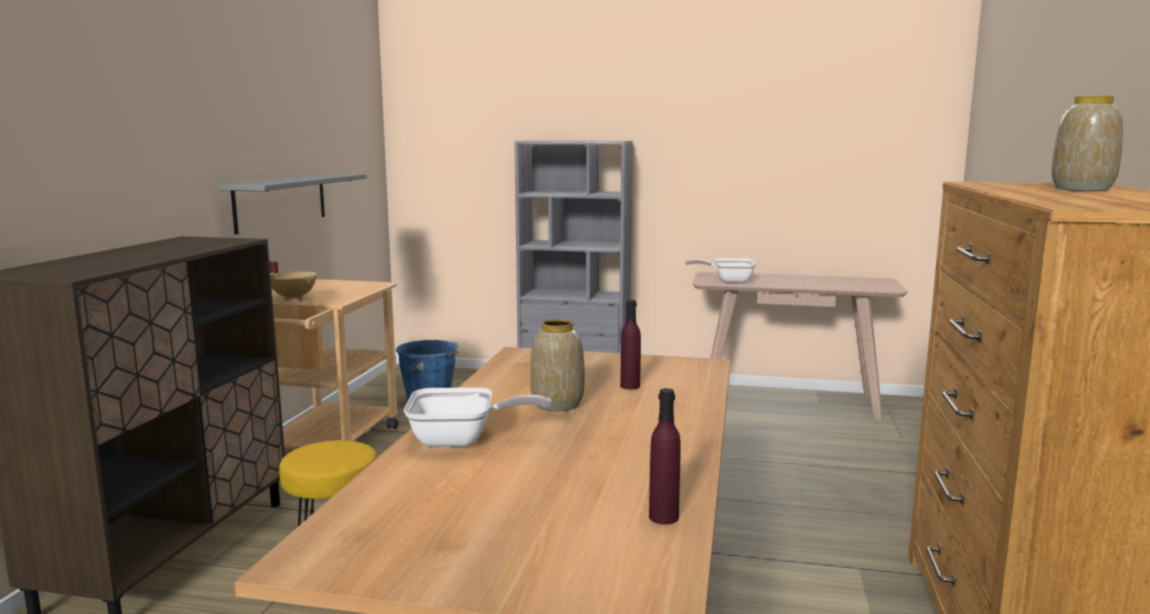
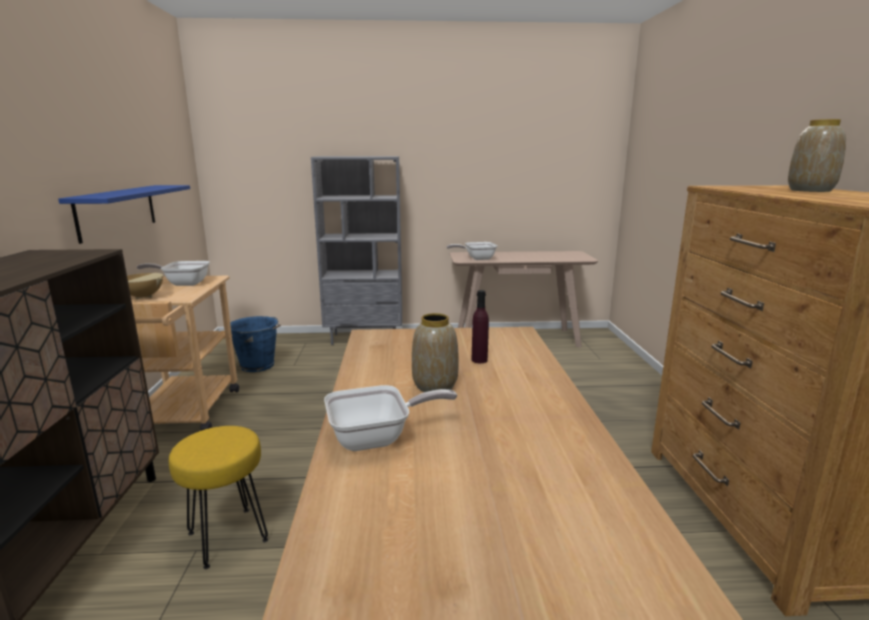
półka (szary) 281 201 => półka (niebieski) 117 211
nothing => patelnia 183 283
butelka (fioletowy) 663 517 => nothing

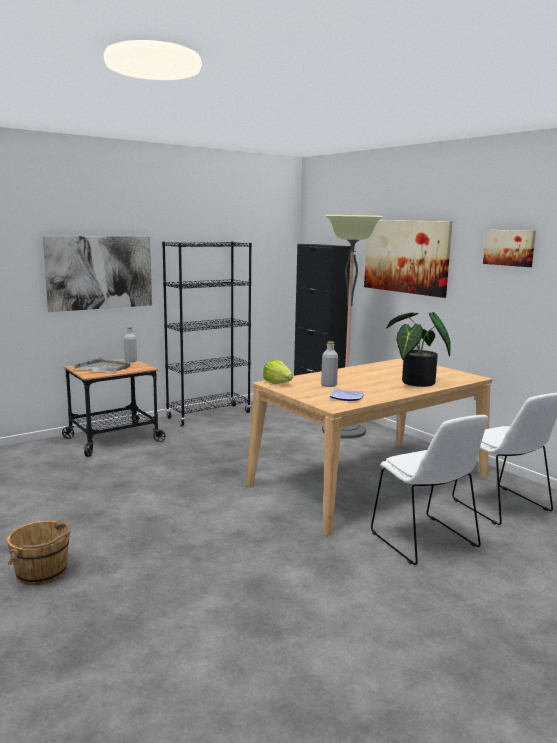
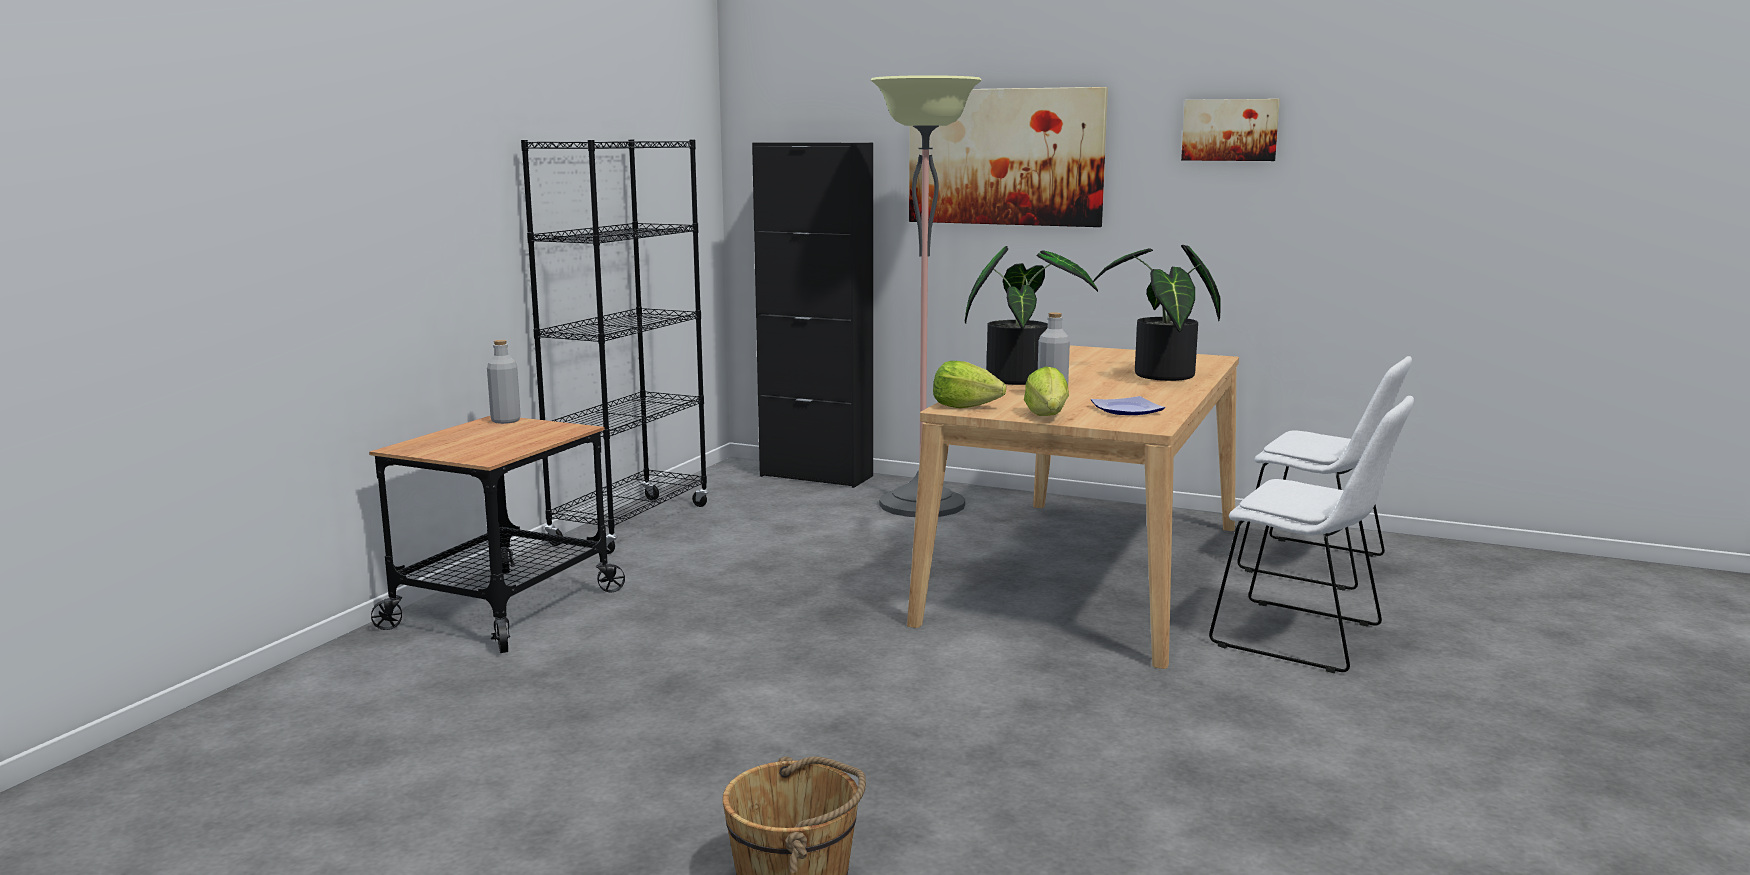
nothing => roślina doniczkowa 1021 378
nothing => sałata 1047 416
obraz 100 272 => nothing
taca (szary) 103 368 => nothing

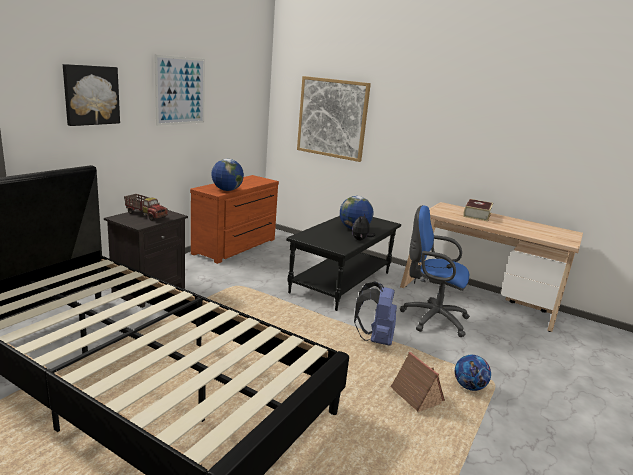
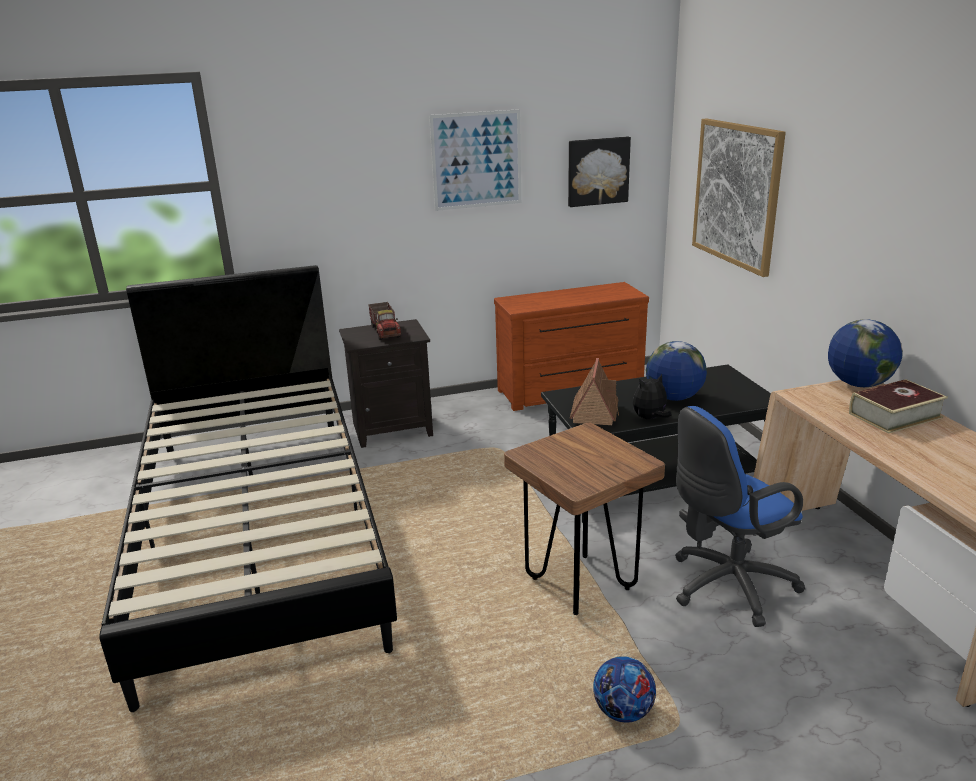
plecak (niebieski) 375 339 => stołek (brązowy) 580 584
obraz 91 95 => obraz 597 171, move
domek 414 395 => domek 594 412, move
krzesło biurowe (niebieski) 430 318 => krzesło biurowe (niebieski) 725 587, 90 degrees counterclockwise
globus 227 190 => globus 858 384, move

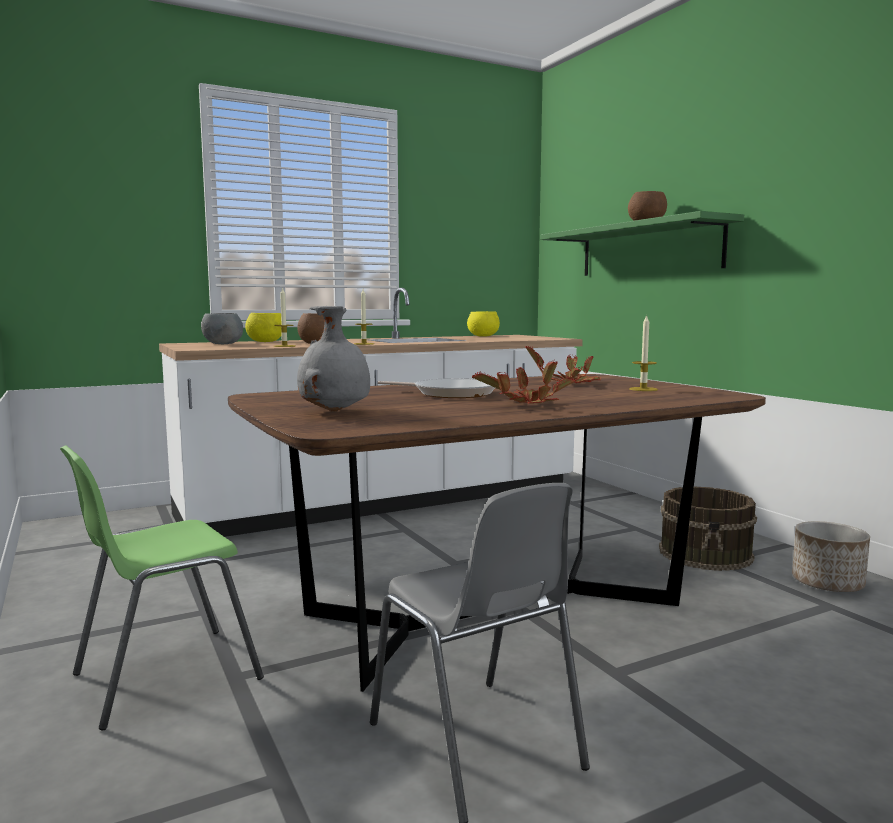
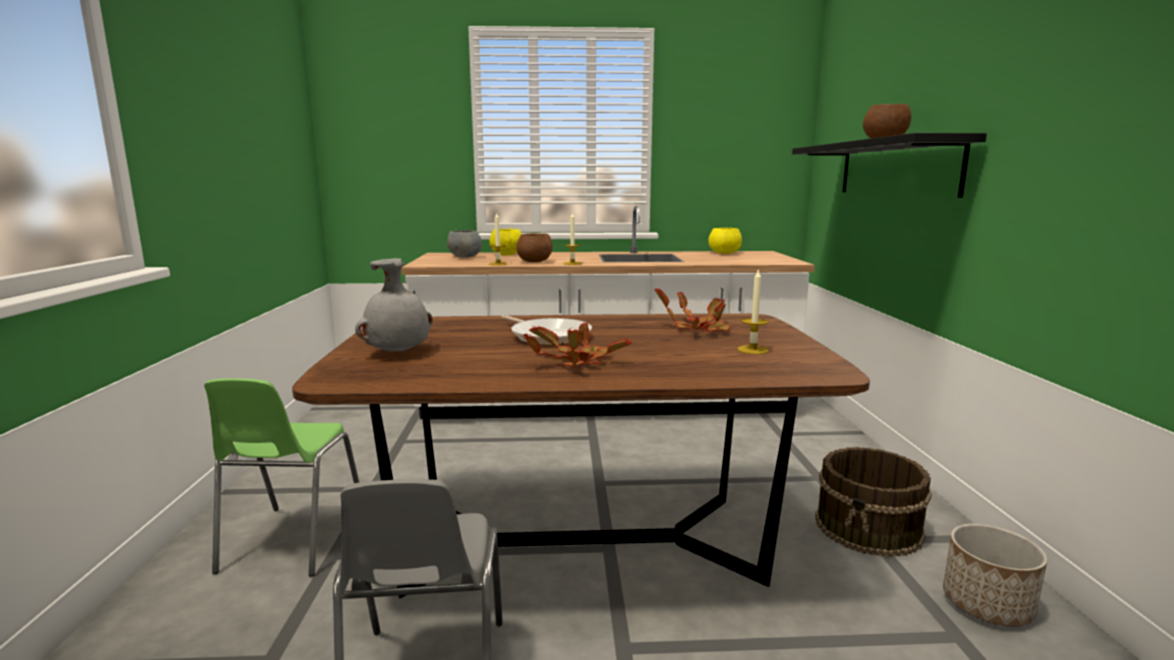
krzesło (zielony) 164 676 => krzesło (zielony) 292 541, 75 degrees counterclockwise
półka (zielony) 648 249 => półka (czarny) 896 168

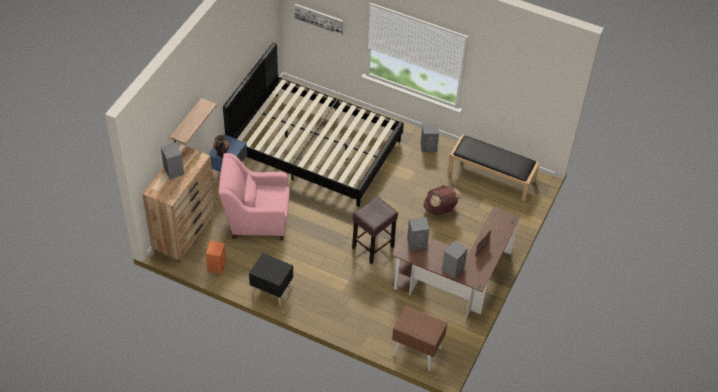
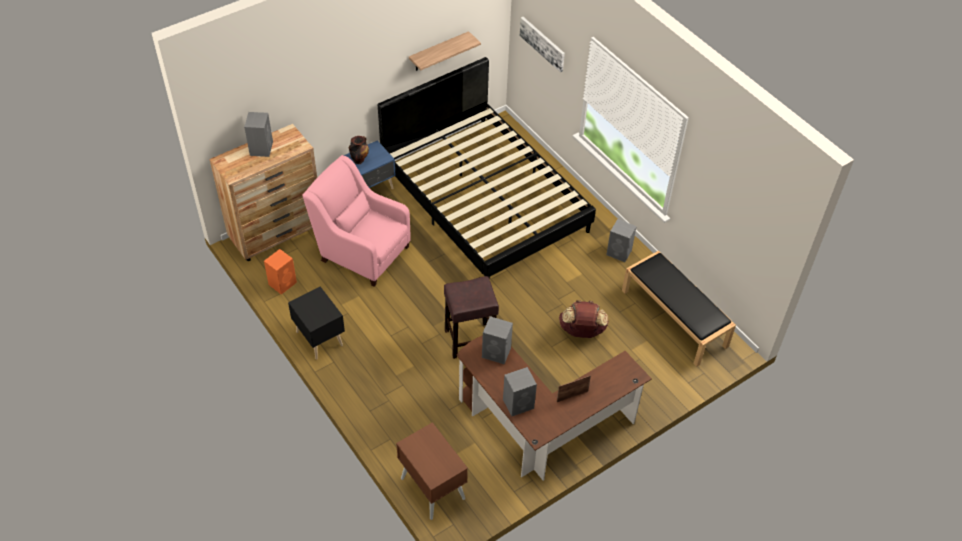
półka 186 123 => półka 439 52, move

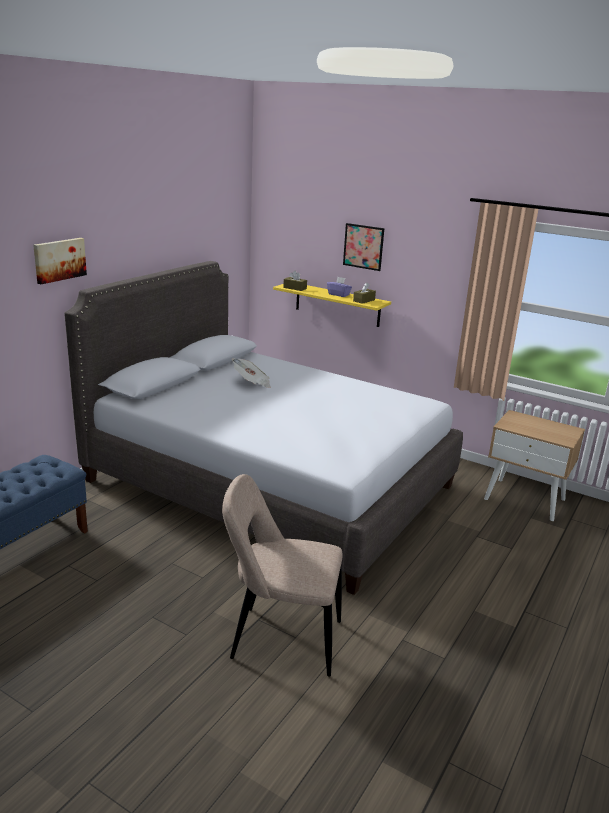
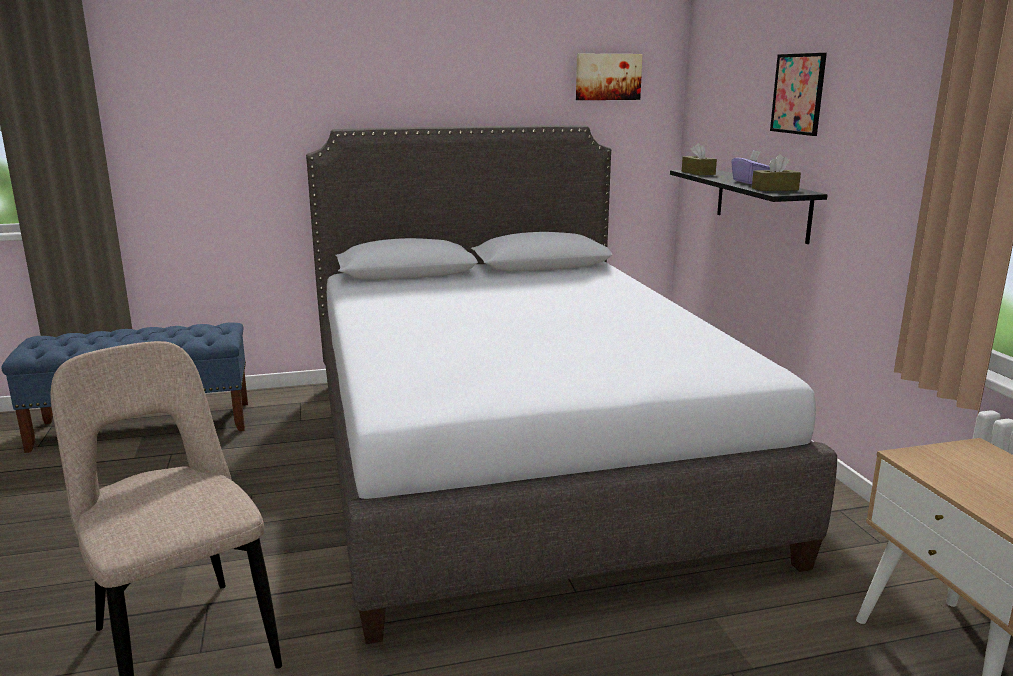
obraz 59 260 => obraz 607 77, move
półka (żółty) 337 304 => półka (czarny) 761 204
gazeta 252 383 => nothing

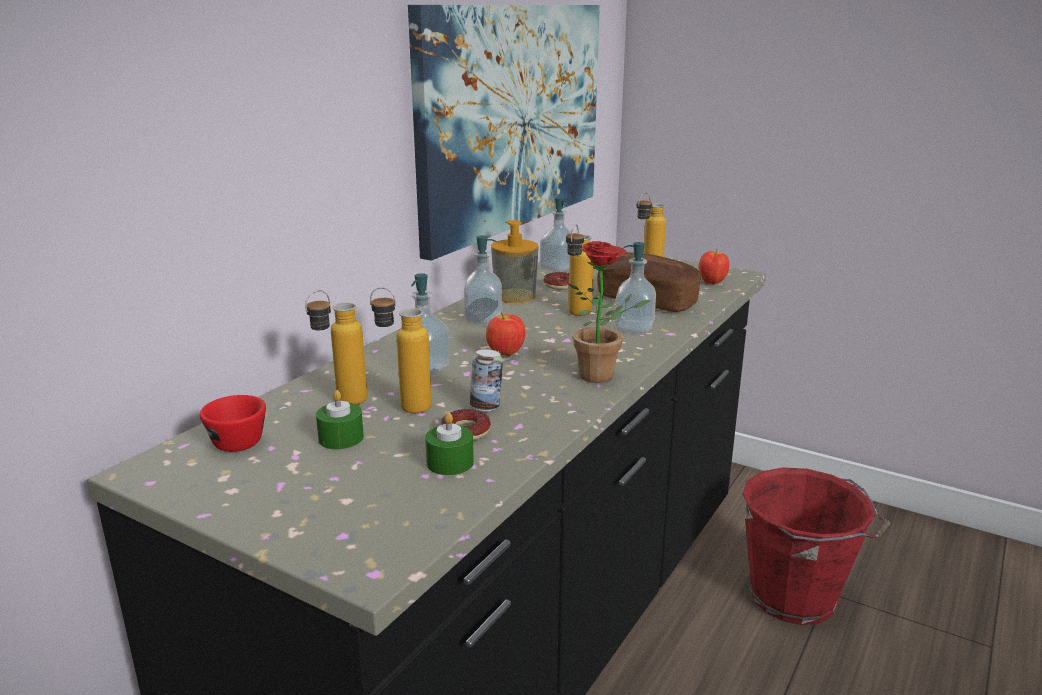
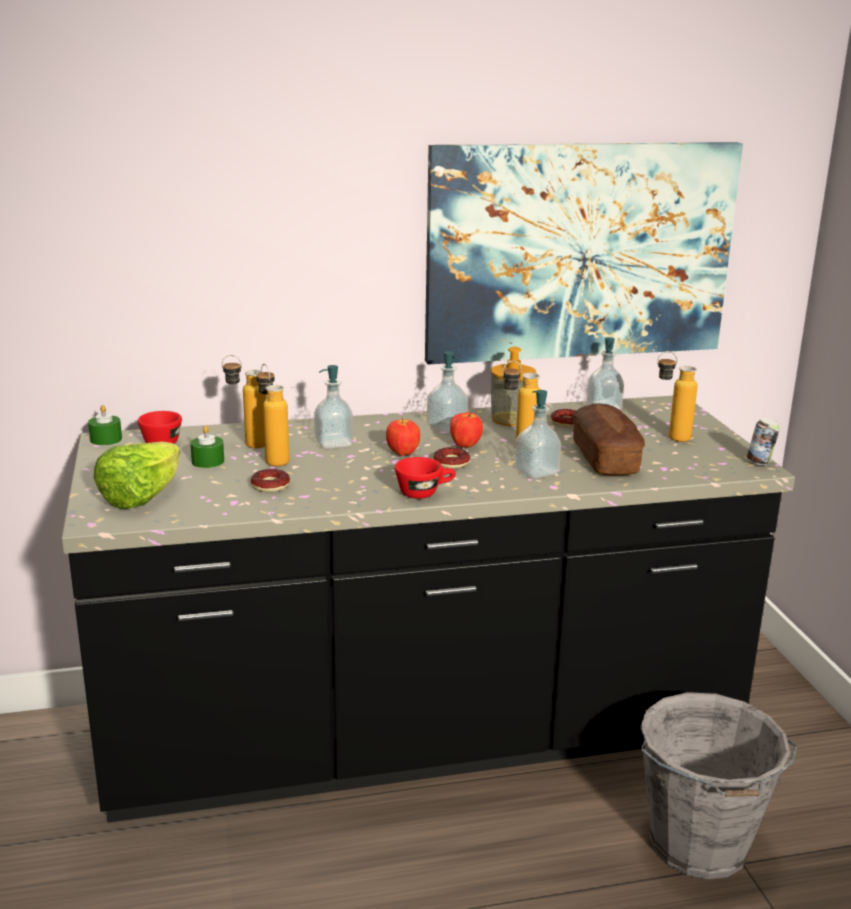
świeca (zielony) 450 463 => świeca (zielony) 106 439, move
nothing => sałata 141 497
roślina doniczkowa 604 377 => filiżanka (czerwony) 425 492
nothing => donut 451 463
jabłko 711 283 => jabłko 465 446, move
wiadro (czerwony) 796 599 => wiadro (szary) 699 847
puszka 486 407 => puszka 760 462, move

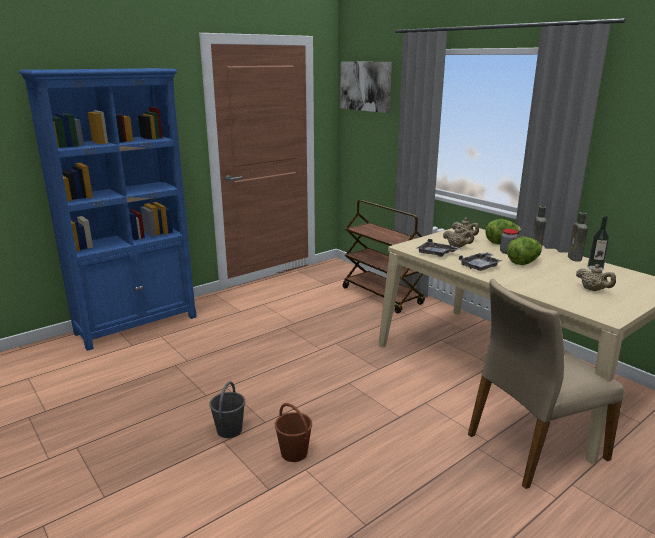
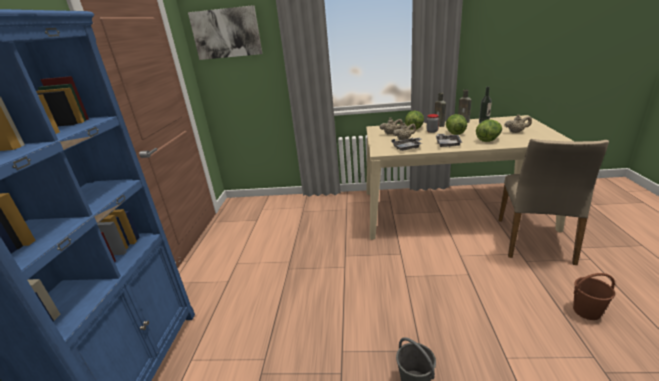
nothing => sałata 488 139
wiadro (brązowy) 294 453 => wiadro (brązowy) 586 311, move
wózek (brązowy) 382 296 => nothing

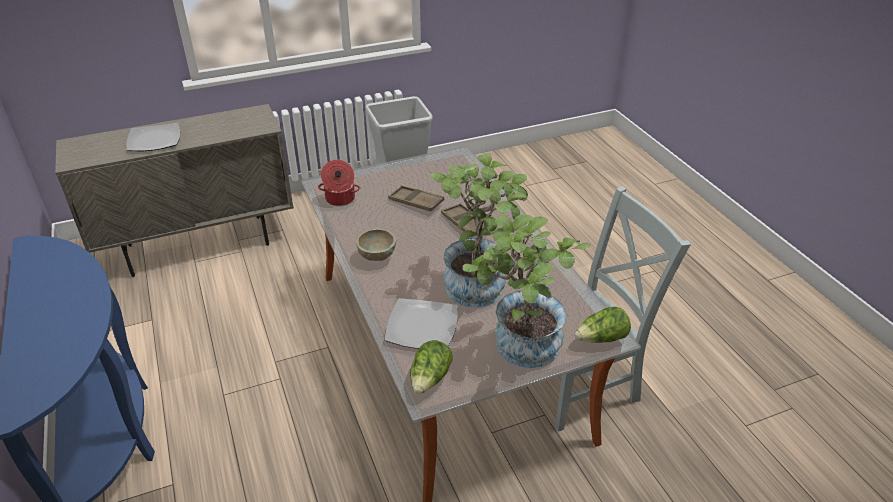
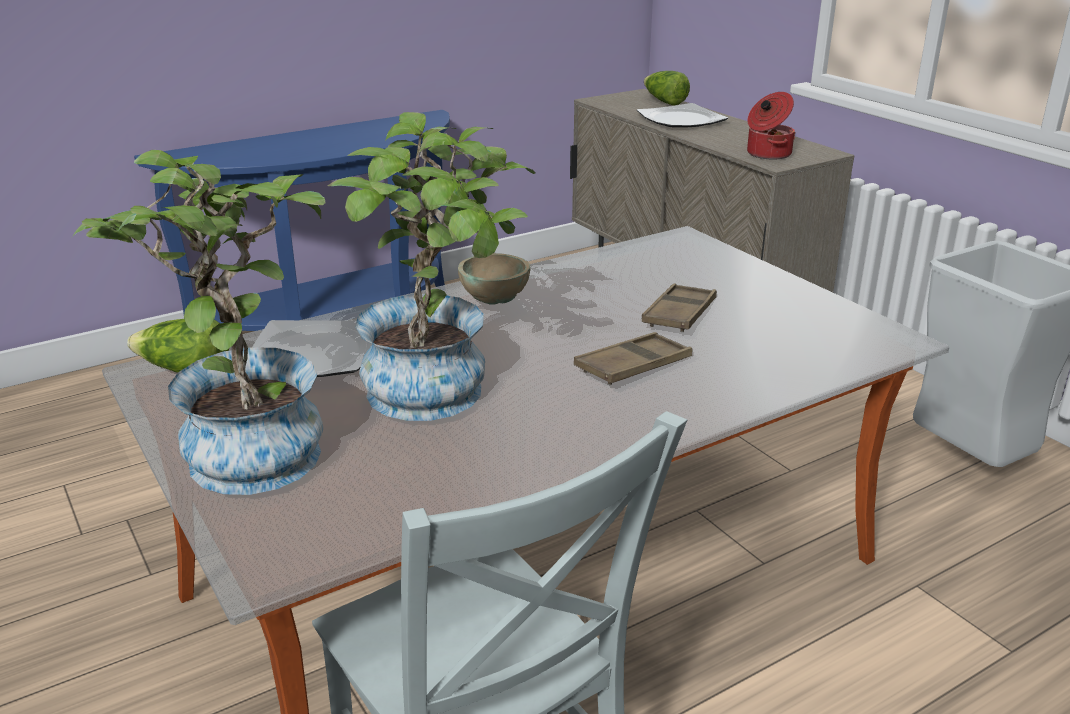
sałata 601 339 => sałata 664 101, move
garnek 340 199 => garnek 767 154, move

